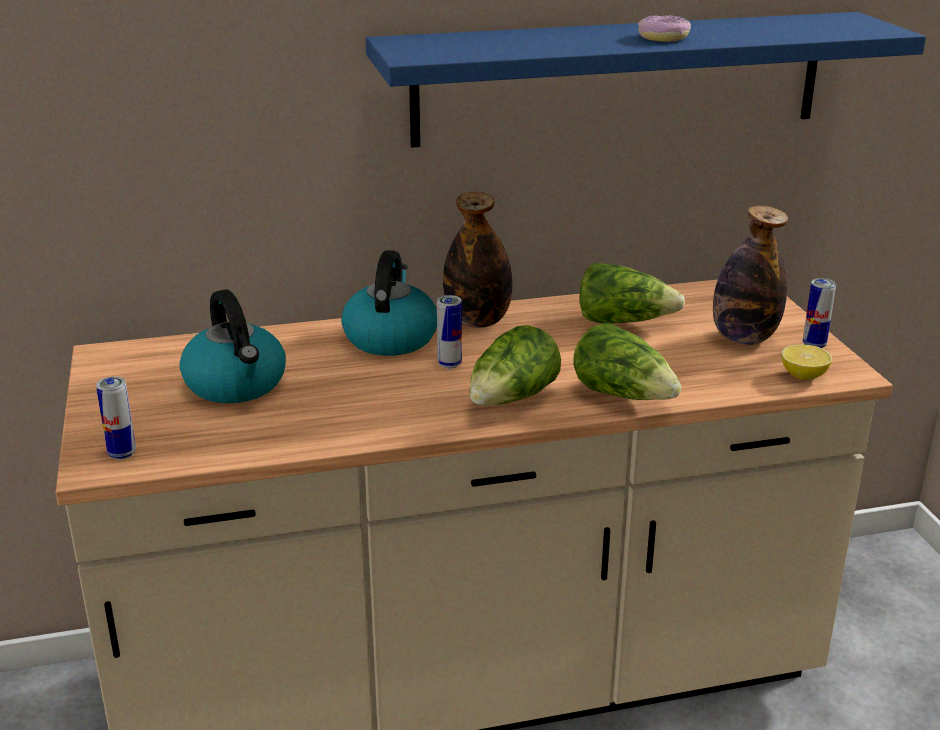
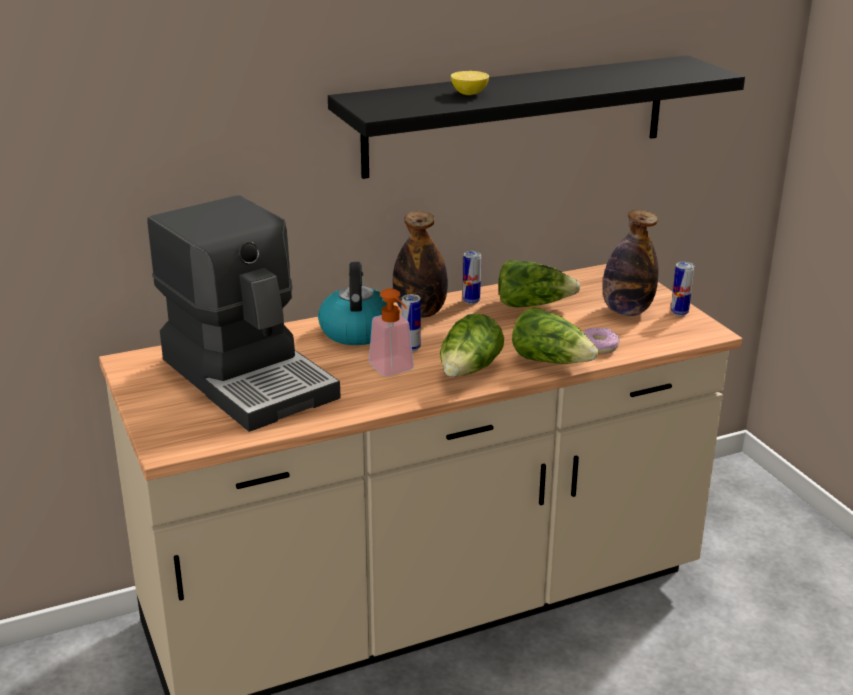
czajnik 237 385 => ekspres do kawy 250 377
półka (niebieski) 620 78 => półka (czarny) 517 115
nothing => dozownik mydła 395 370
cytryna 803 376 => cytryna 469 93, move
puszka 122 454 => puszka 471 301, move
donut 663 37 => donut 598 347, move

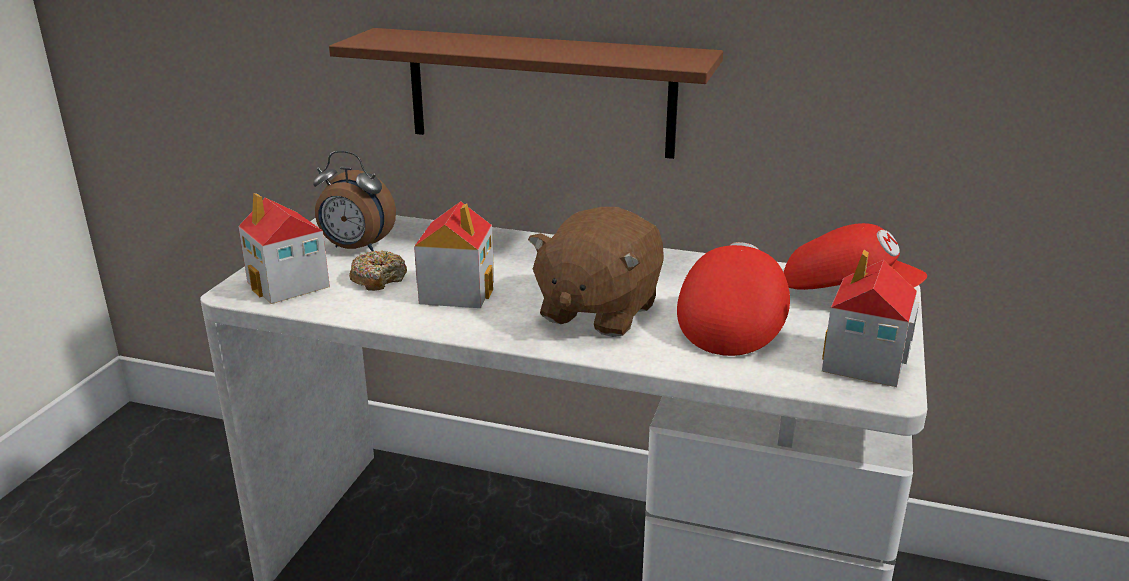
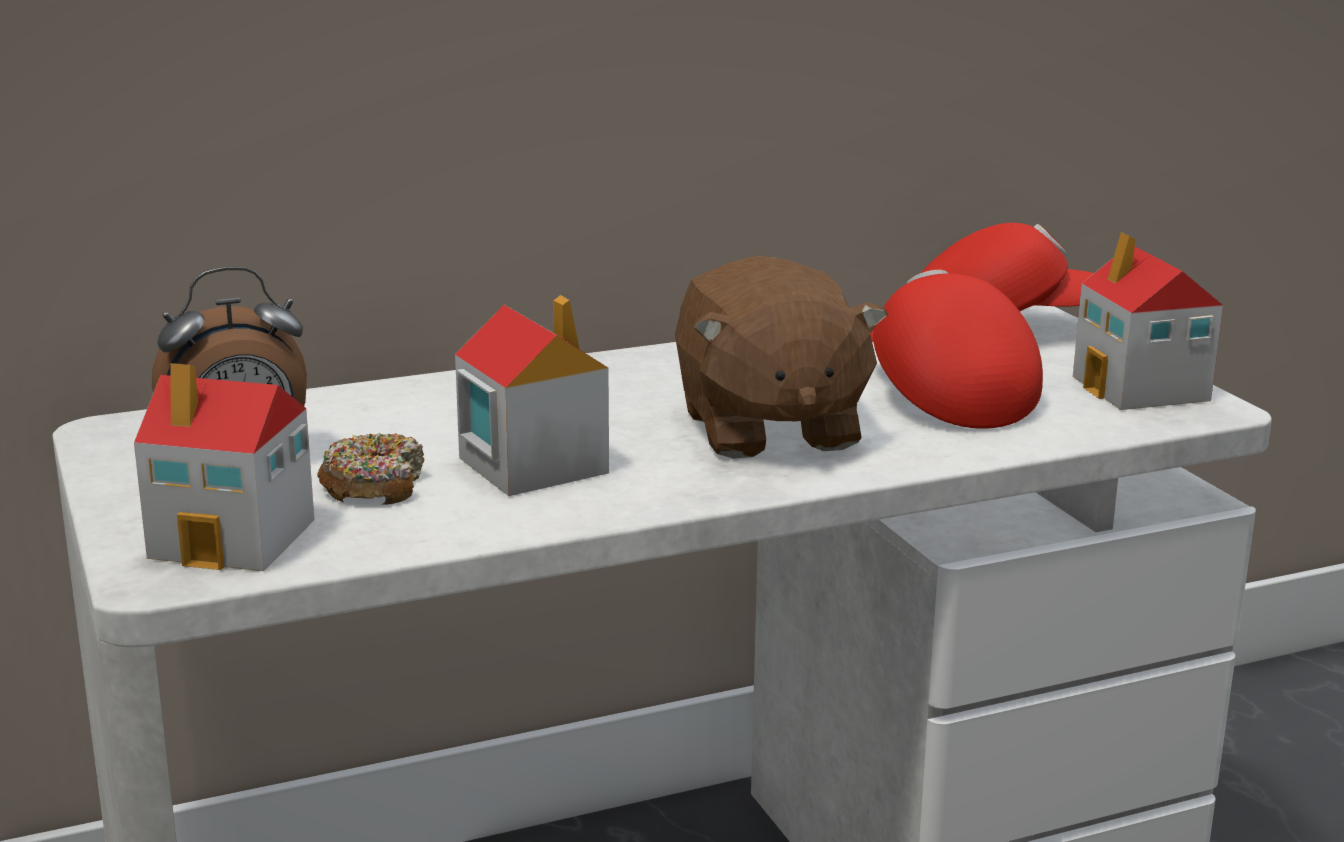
półka (brązowy) 540 92 => nothing

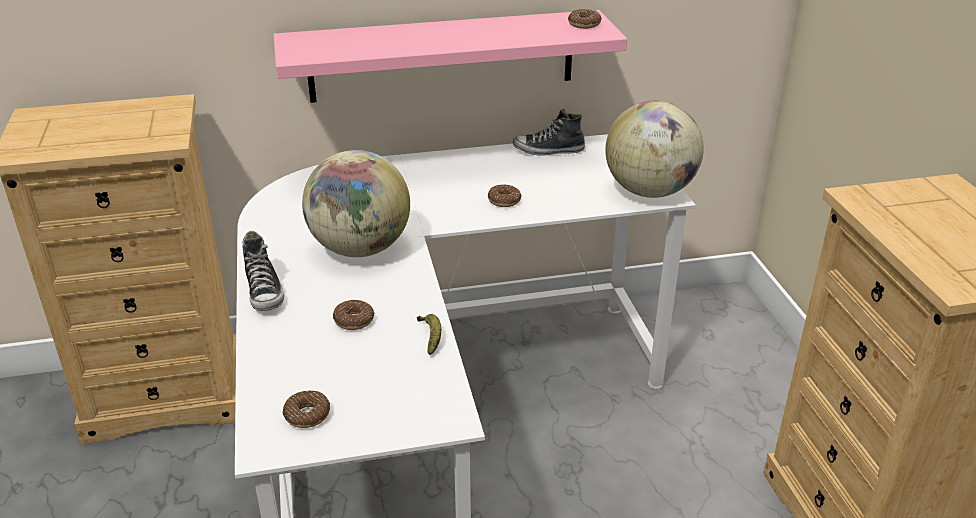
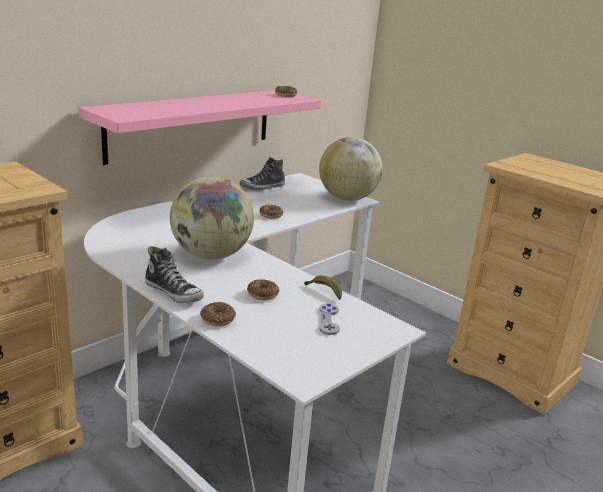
donut 307 415 => donut 217 319, move
nothing => pad do gier (szary) 329 320

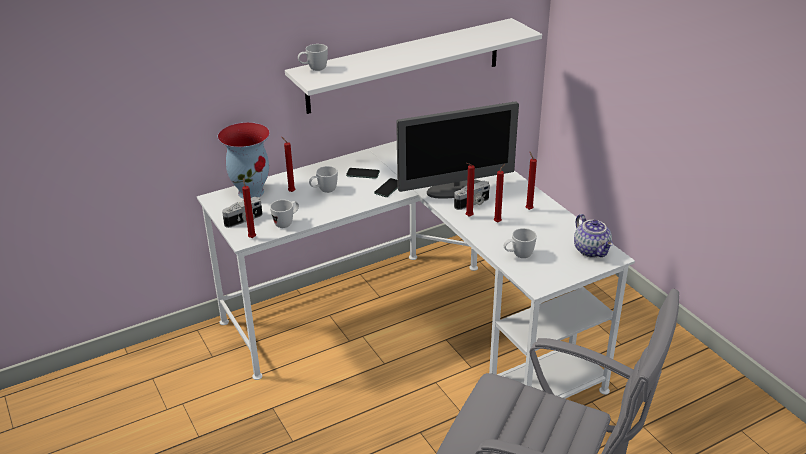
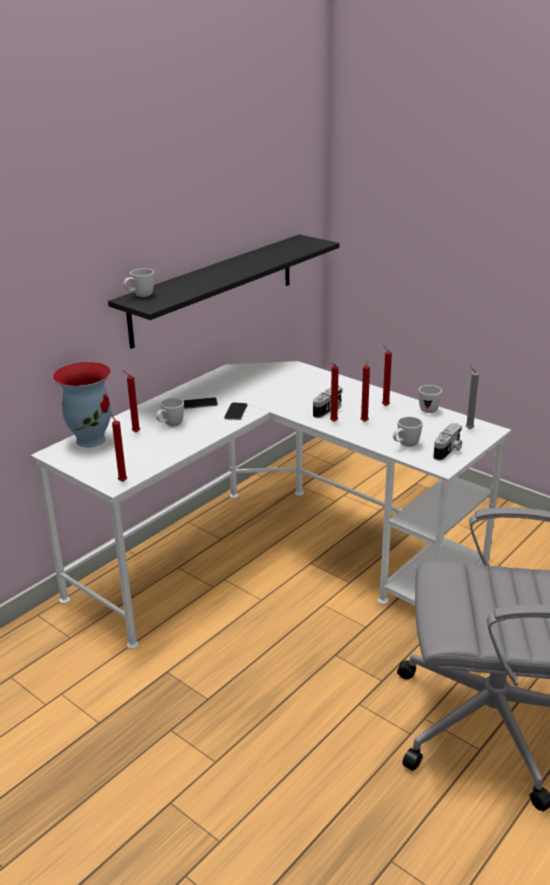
półka (biały) 405 65 => półka (czarny) 214 289
kubek (biały) 286 223 => kubek (biały) 429 408, move
aparat fotograficzny 244 220 => aparat fotograficzny 448 451, move
imbryk 592 250 => świeca (szary) 468 428
monitor 456 189 => nothing

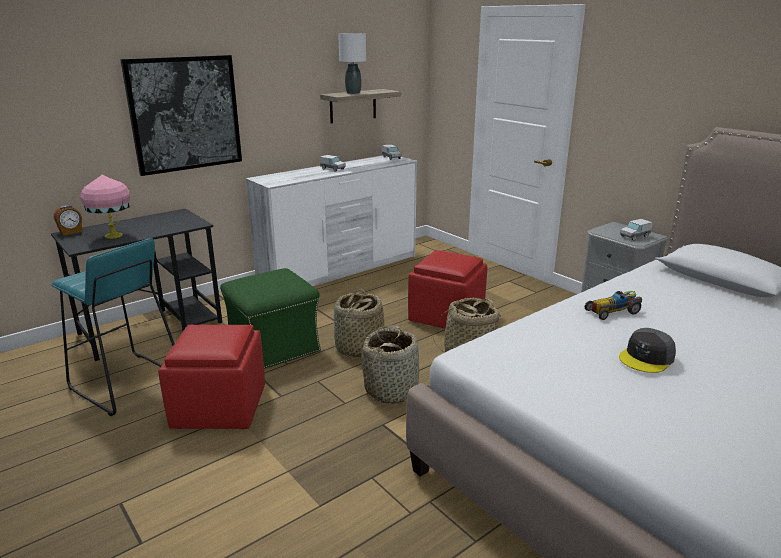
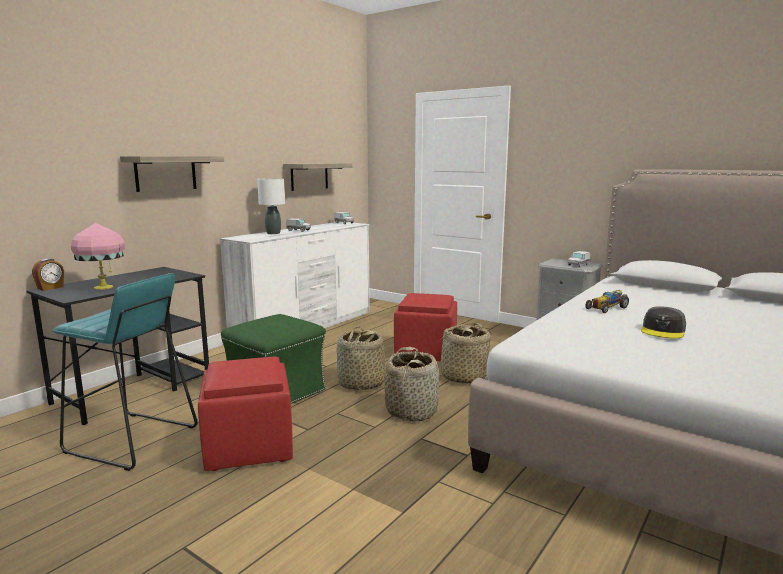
obraz 185 114 => półka 166 173
lampa stołowa (biały) 353 93 => lampa stołowa (biały) 273 233, move

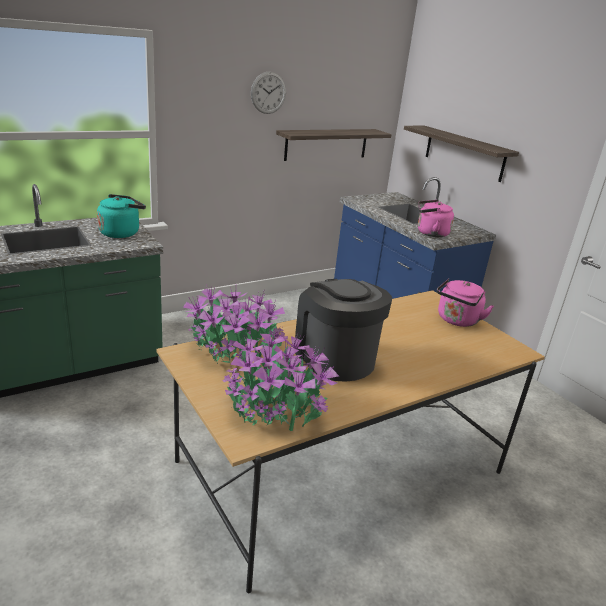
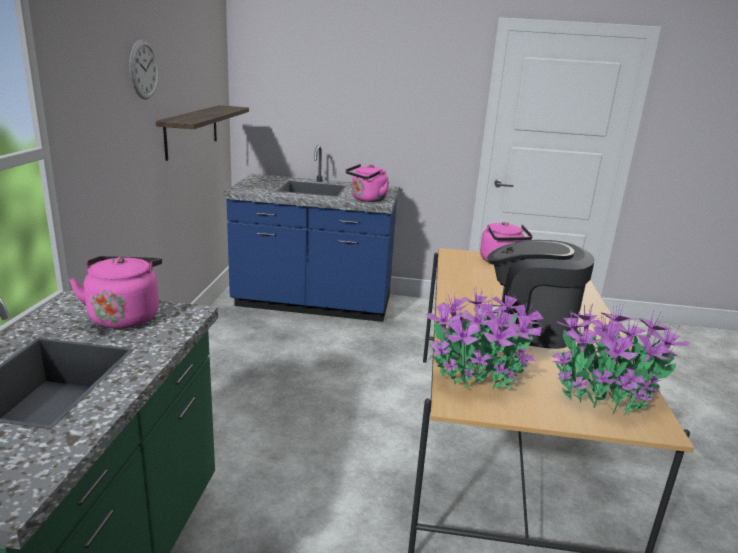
czajnik (turkusowy) 121 233 => czajnik (różowy) 125 316
półka 464 153 => nothing

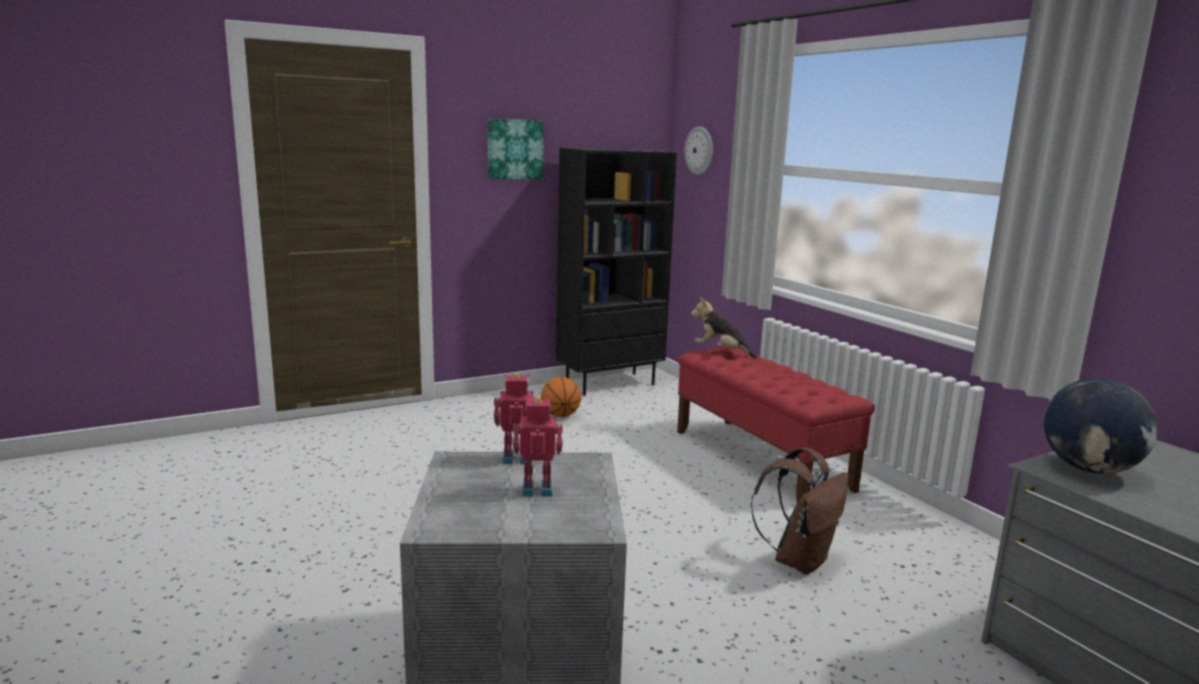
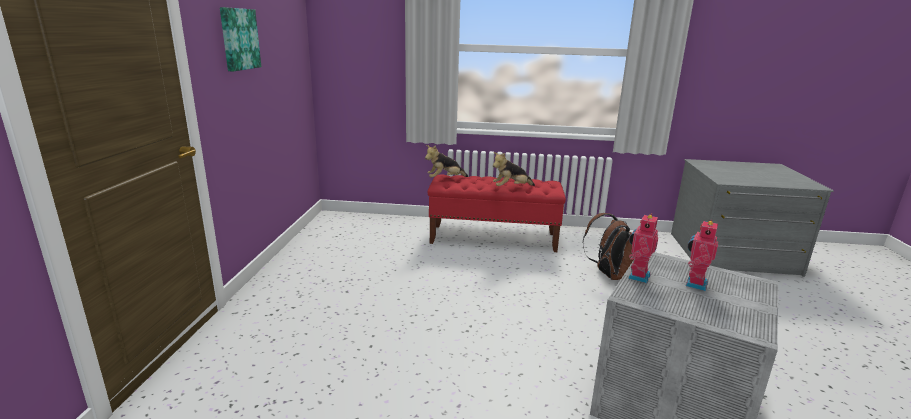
nothing => pluszak 511 188
piłka do koszykówki 560 415 => nothing
regał (czarny) 610 383 => nothing
zegar ścienny 699 150 => nothing
globus 1089 469 => nothing

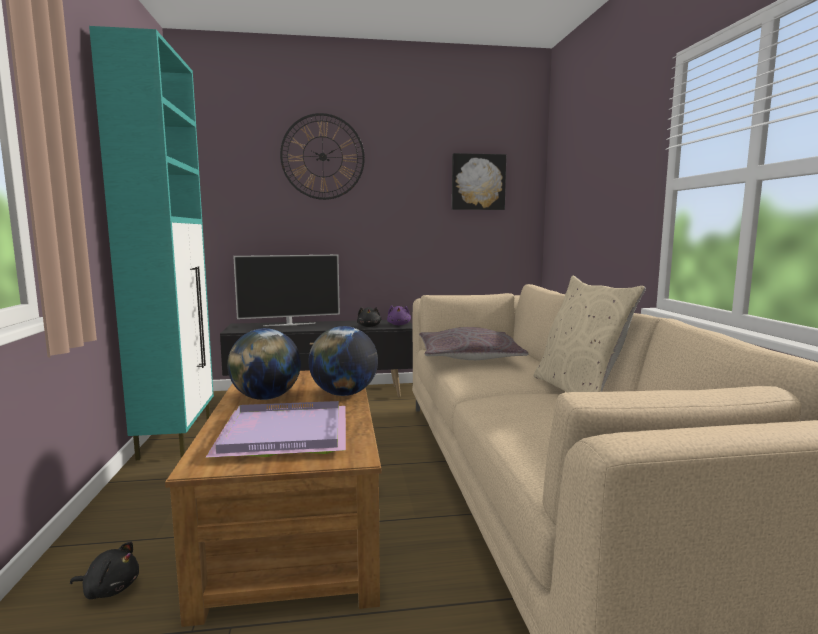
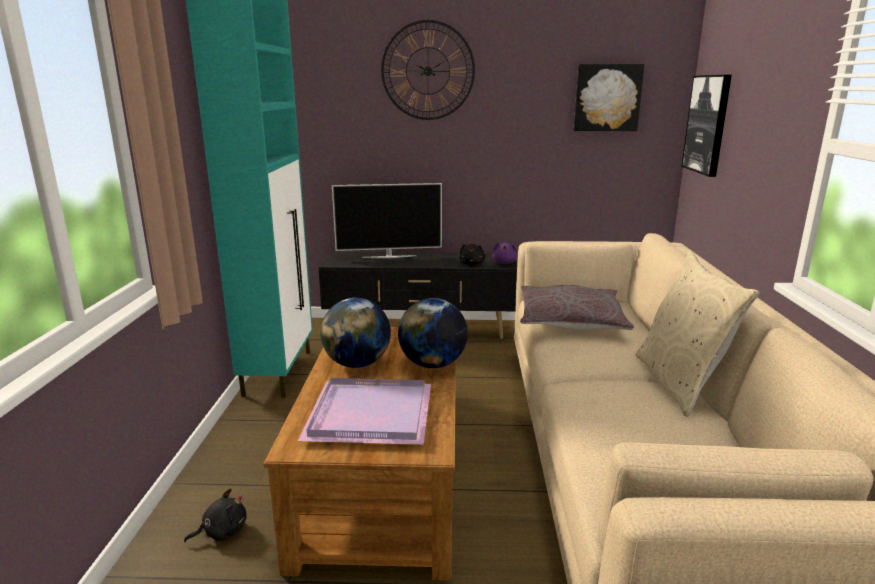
pluszak (czarny) 109 589 => pluszak (czarny) 222 531, 45 degrees counterclockwise
nothing => obraz 707 124

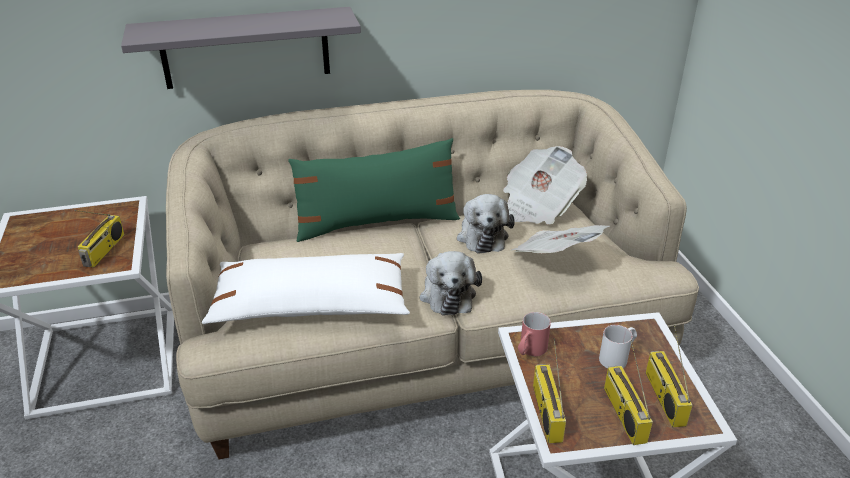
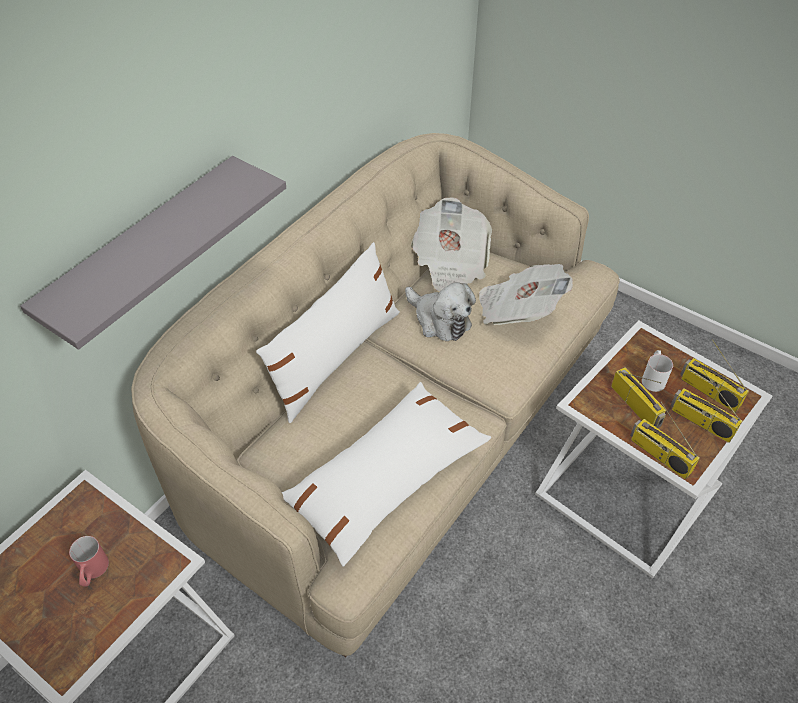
kubek (czerwony) 530 351 => kubek (czerwony) 93 572, move
poduszka (zielony) 377 223 => poduszka (biały) 335 357
radio 104 251 => radio 636 406, move
pluszak 447 293 => nothing

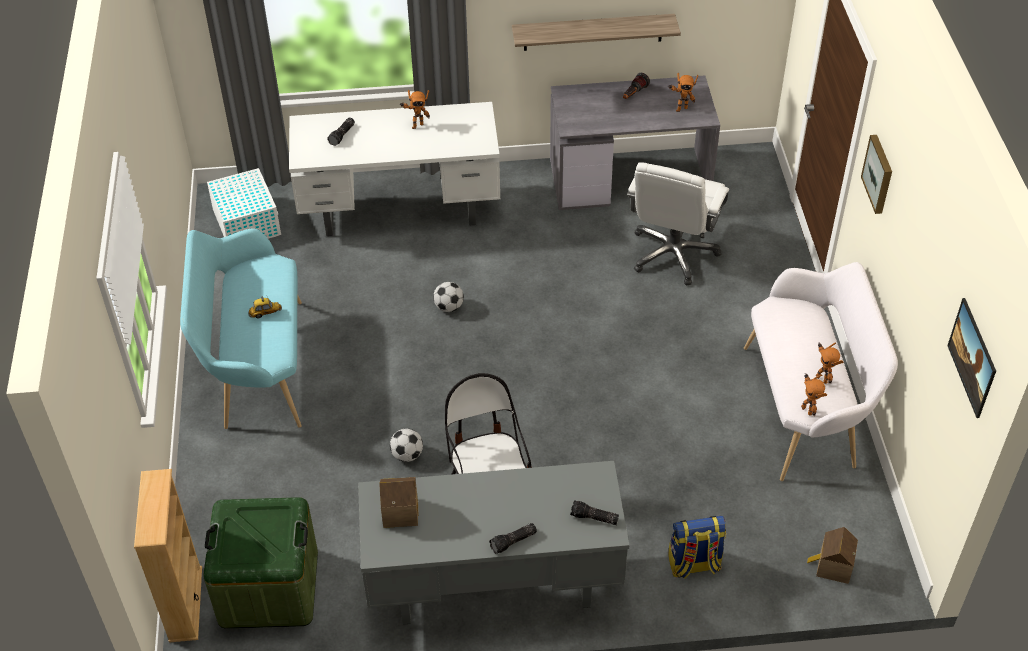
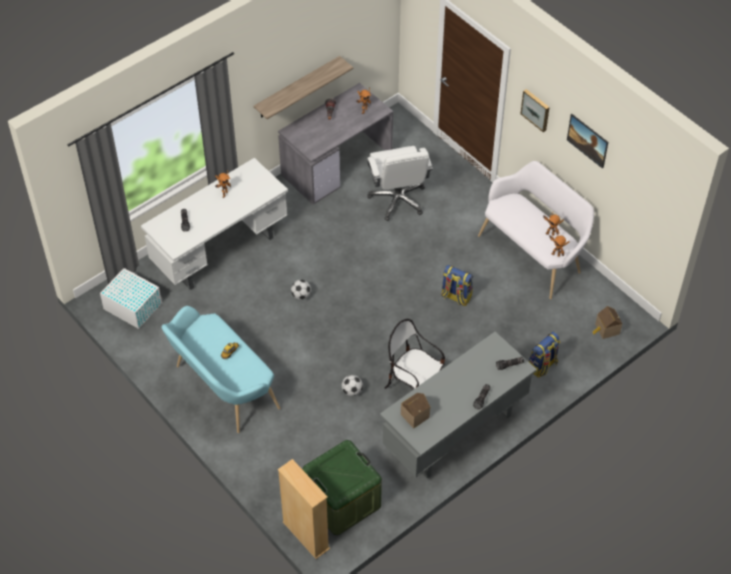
nothing => plecak 455 296
obraz 968 369 => obraz 586 147, move

